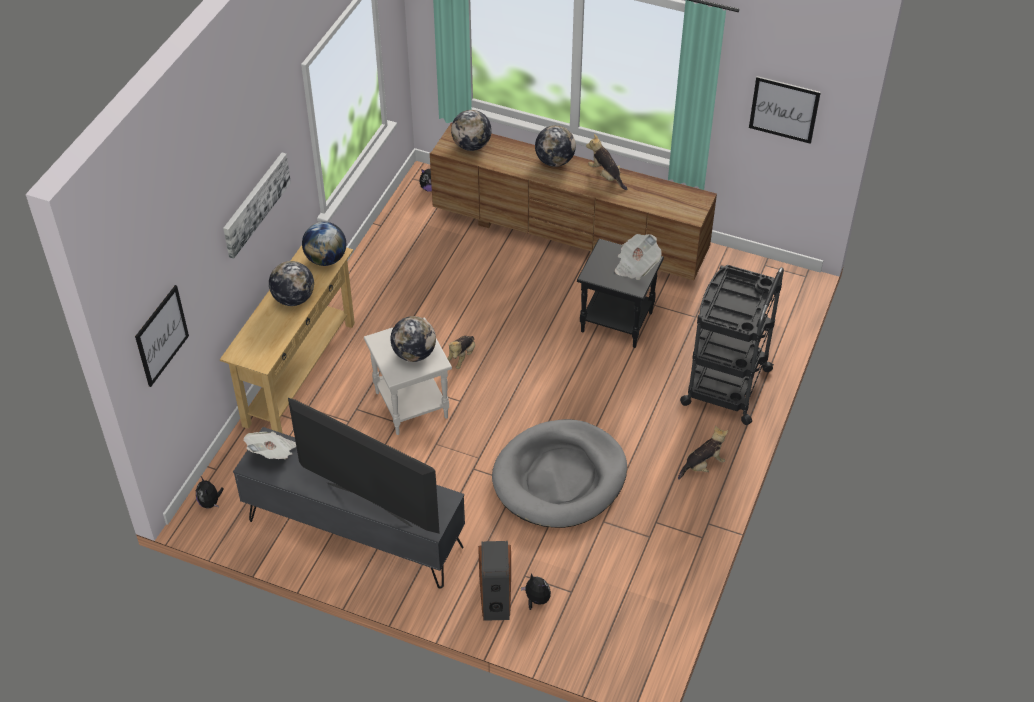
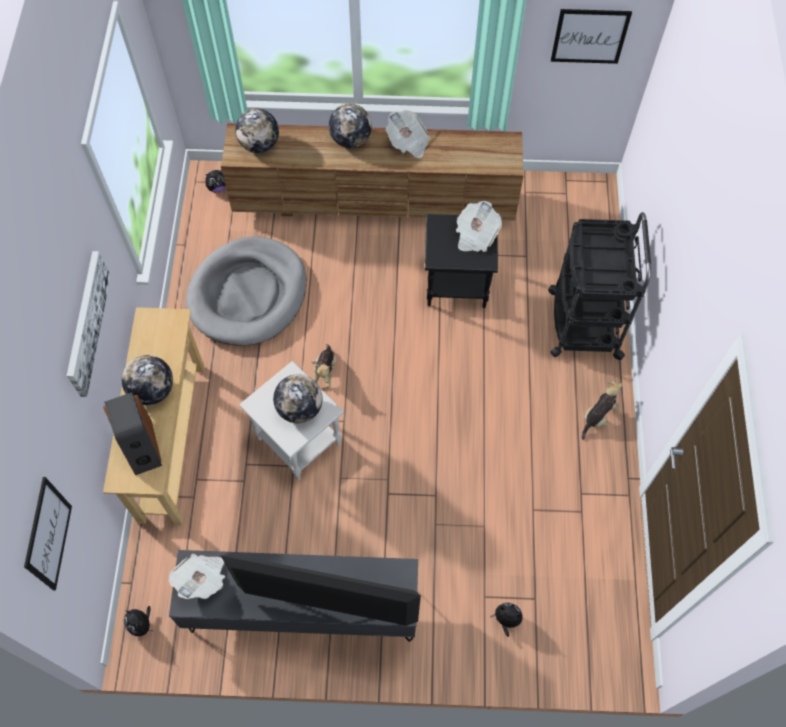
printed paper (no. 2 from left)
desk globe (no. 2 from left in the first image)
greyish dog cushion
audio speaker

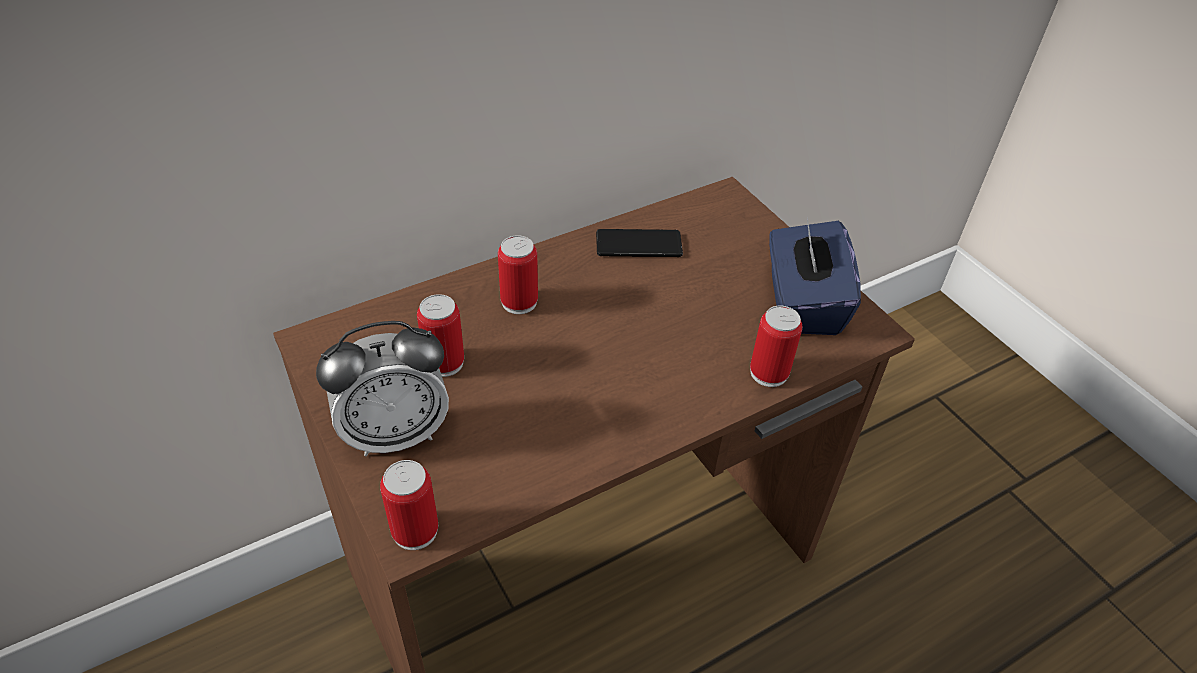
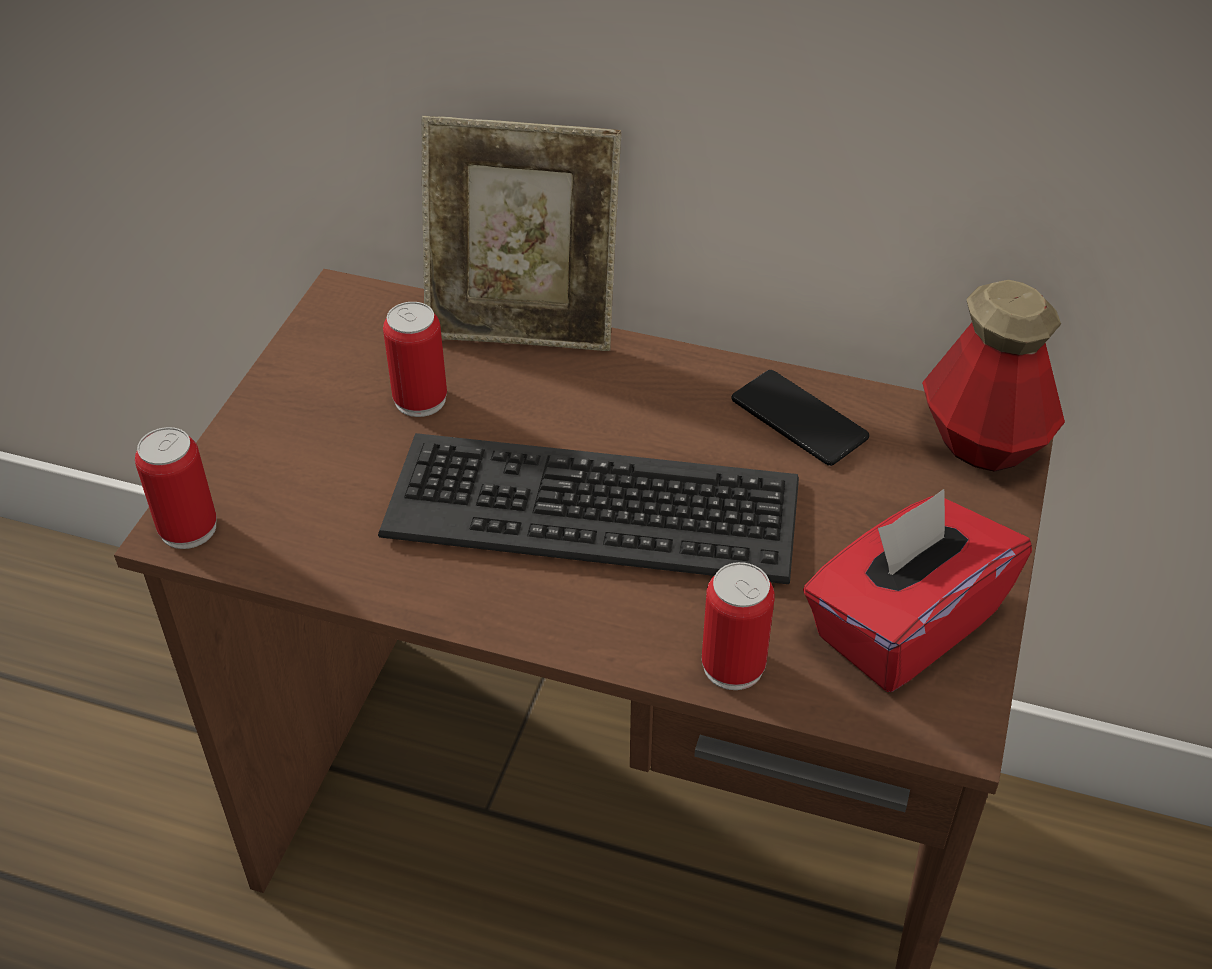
red-coloured tissue box
sealed can (no. 3 from left in the first image)
alarm clock
photo frame
drink bottle
keyboard

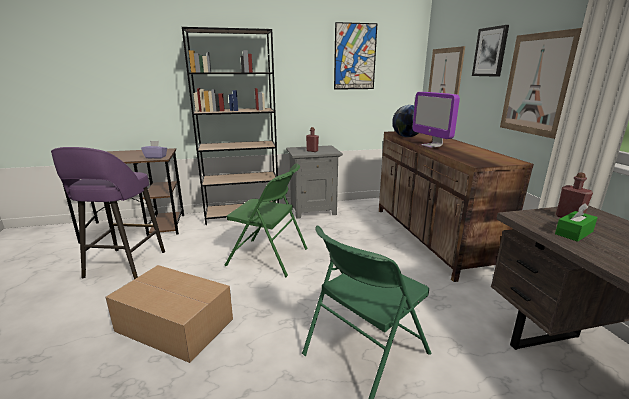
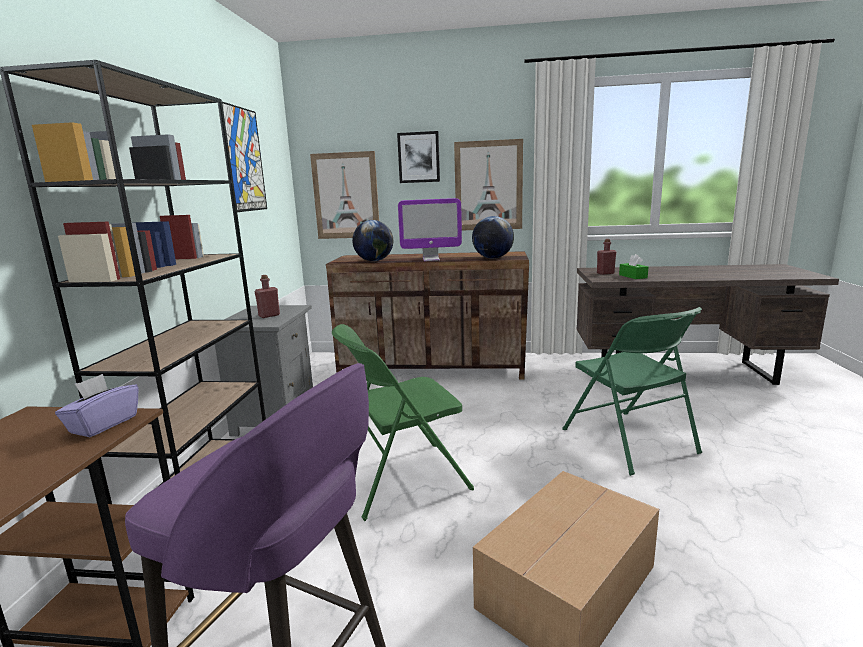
greenish chair (no. 1 from left)
desk globe (no. 2 from left)

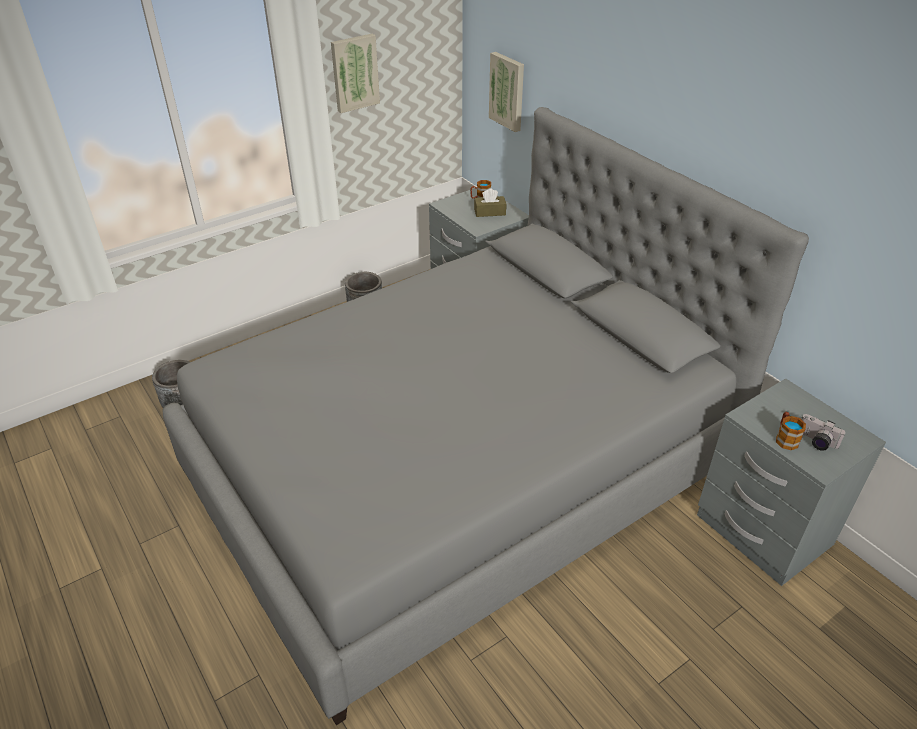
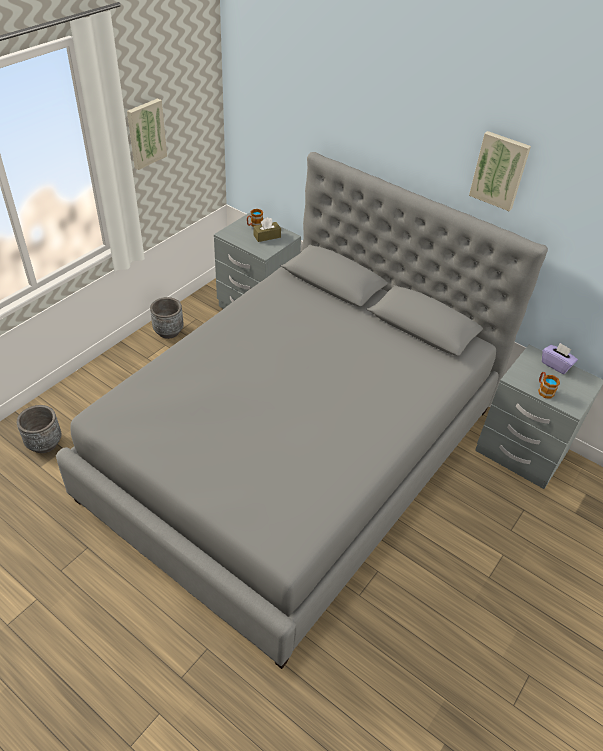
wall picture (no. 2 from left)
still camera
purplish tissue box

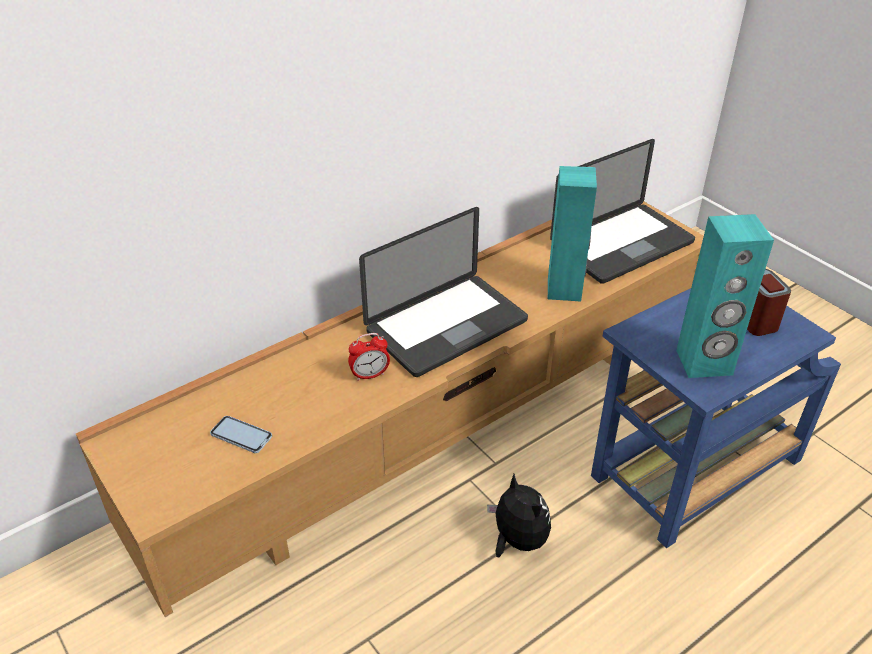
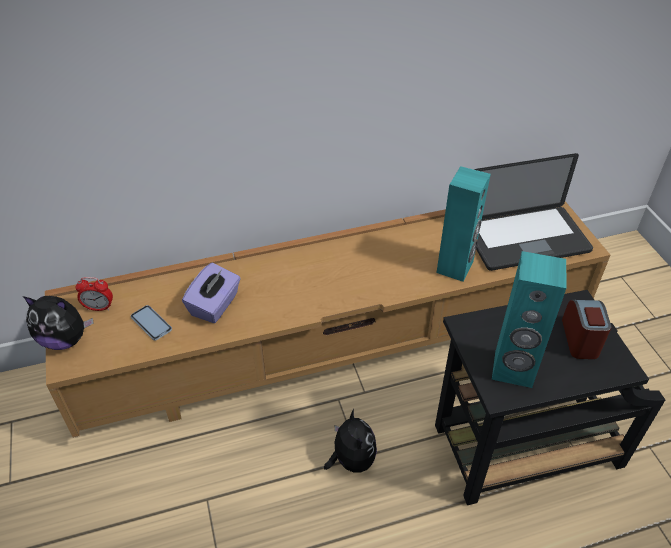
portable computer (no. 1 from left in the first image)
blackish accent table
alarm clock (no. 1 from left)
purplish tissue box
plush toy (no. 1 from left)

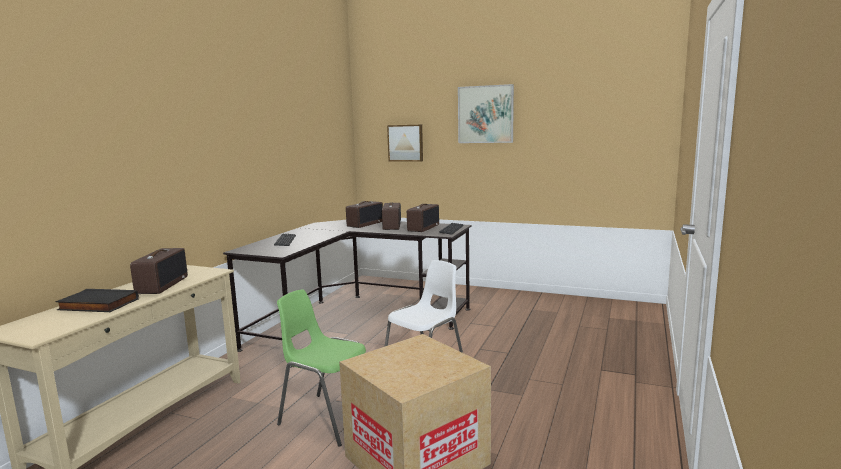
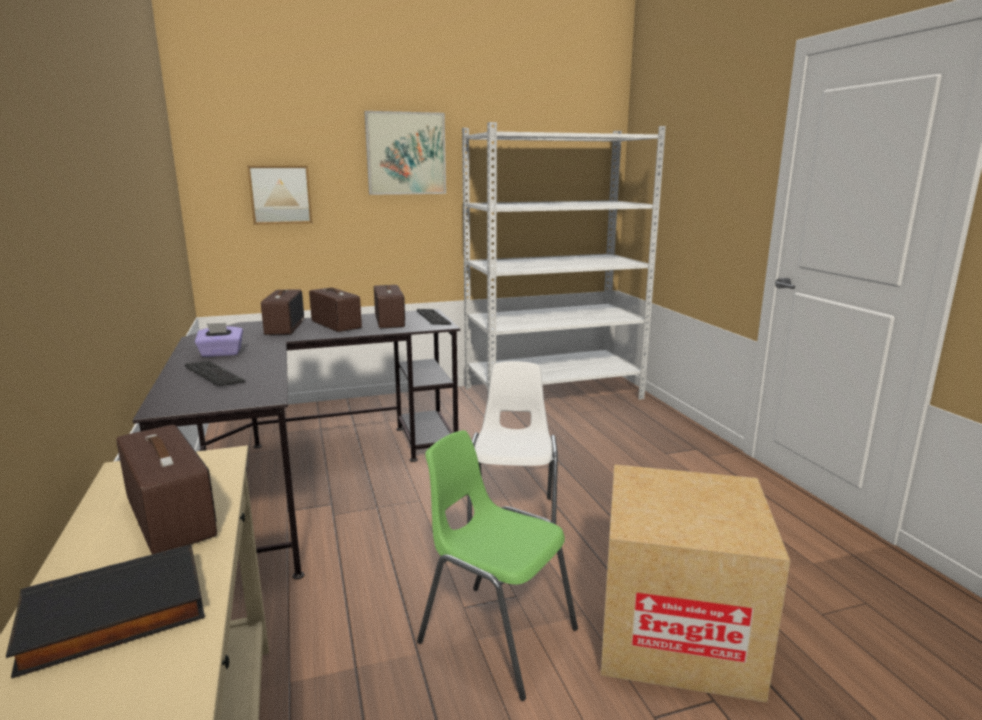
greenish chair
white-coloured bookcase
purplish tissue box

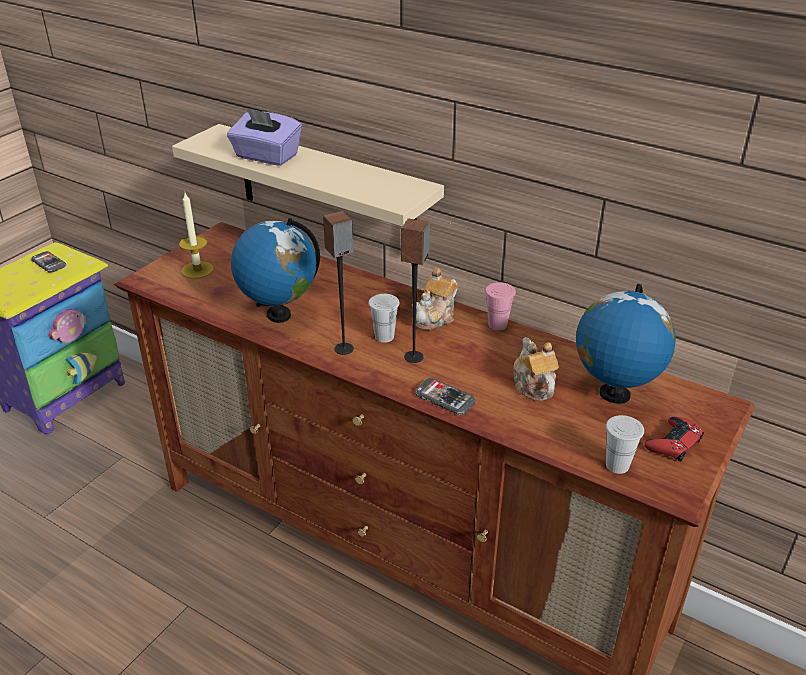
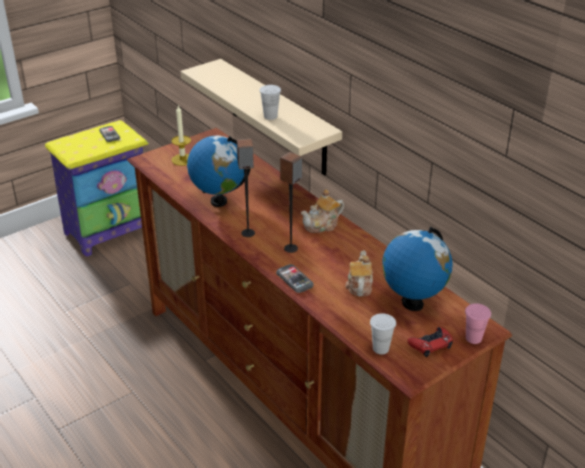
purplish tissue box
pinkish drinking cup
white-coloured drinking cup (no. 1 from left)

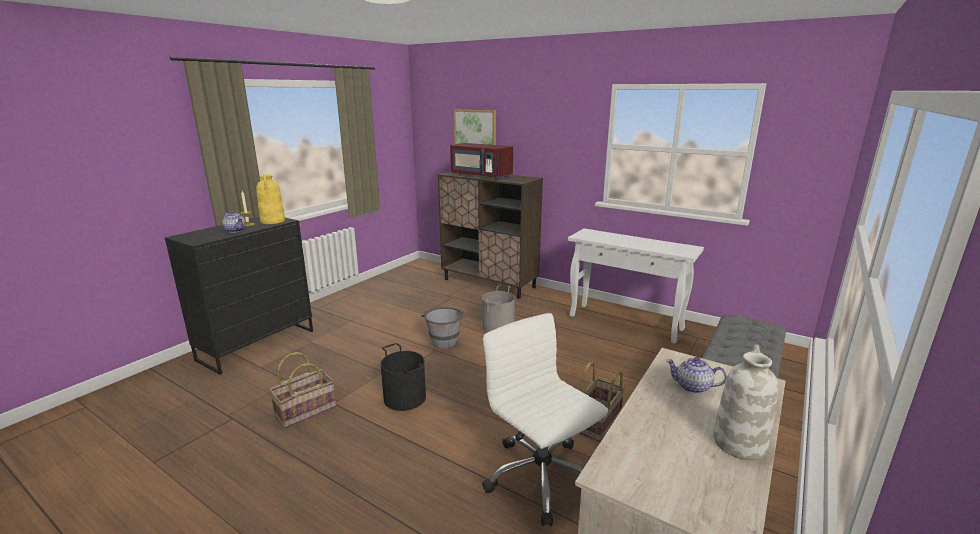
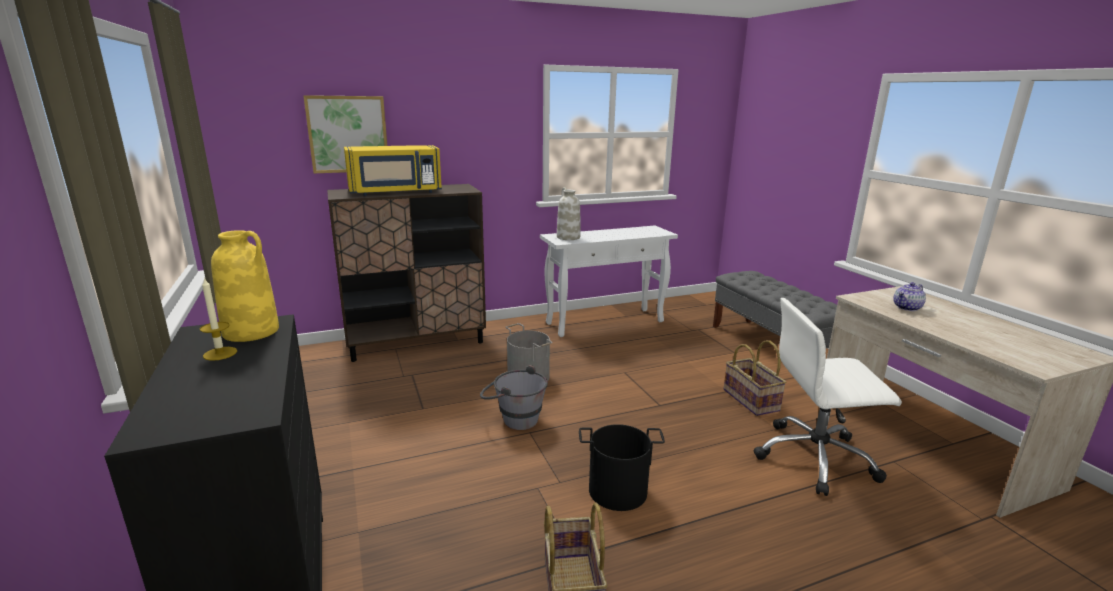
yellow-coloured microwave
pot for tea (no. 1 from left in the first image)
white-coloured decorative vase

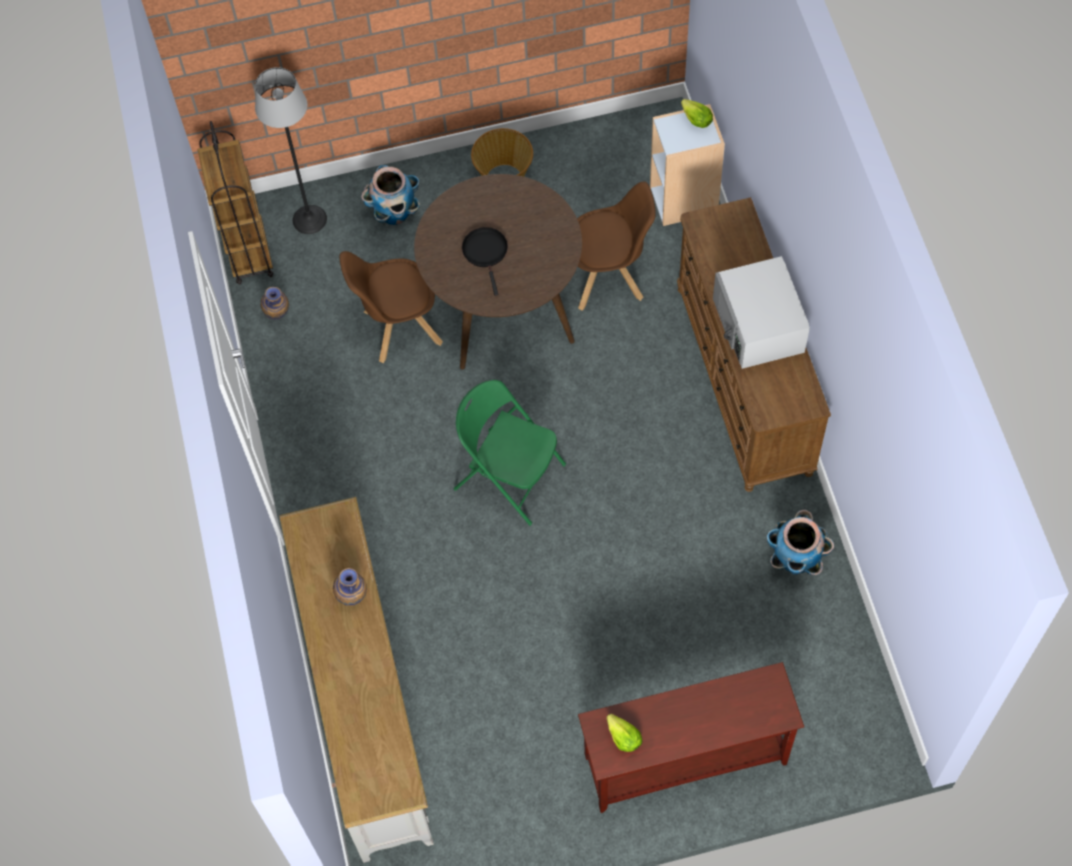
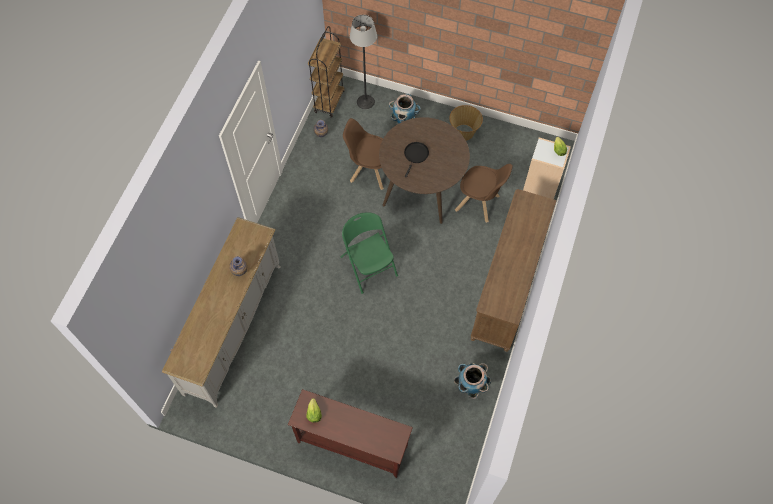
white-coloured microwave

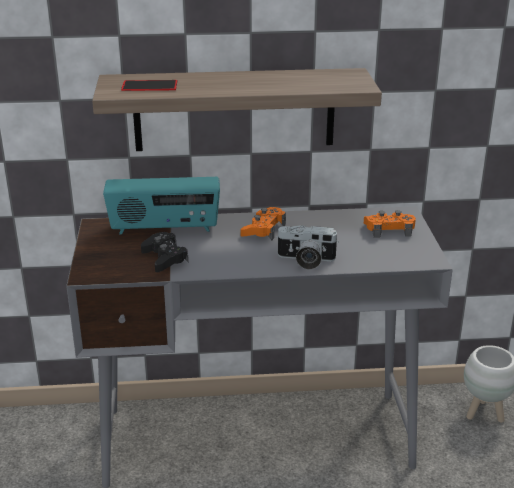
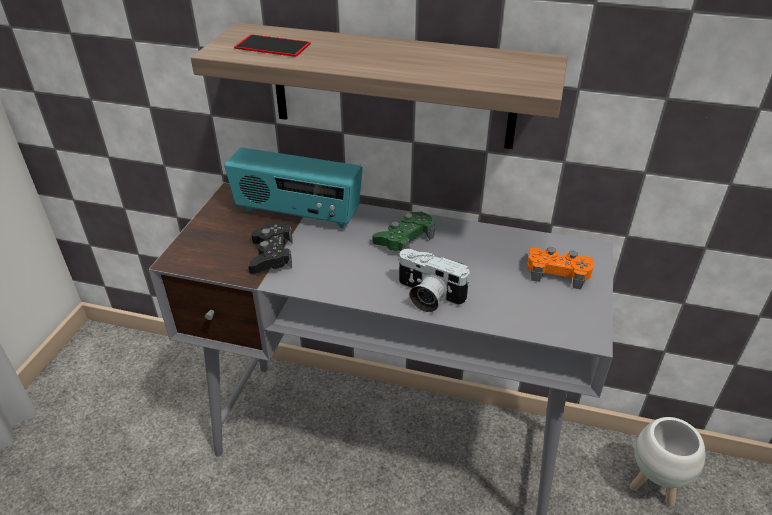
greenish game controller

